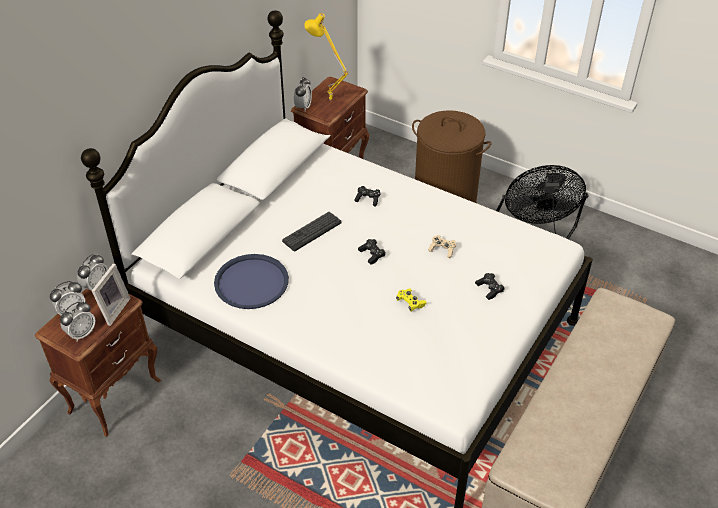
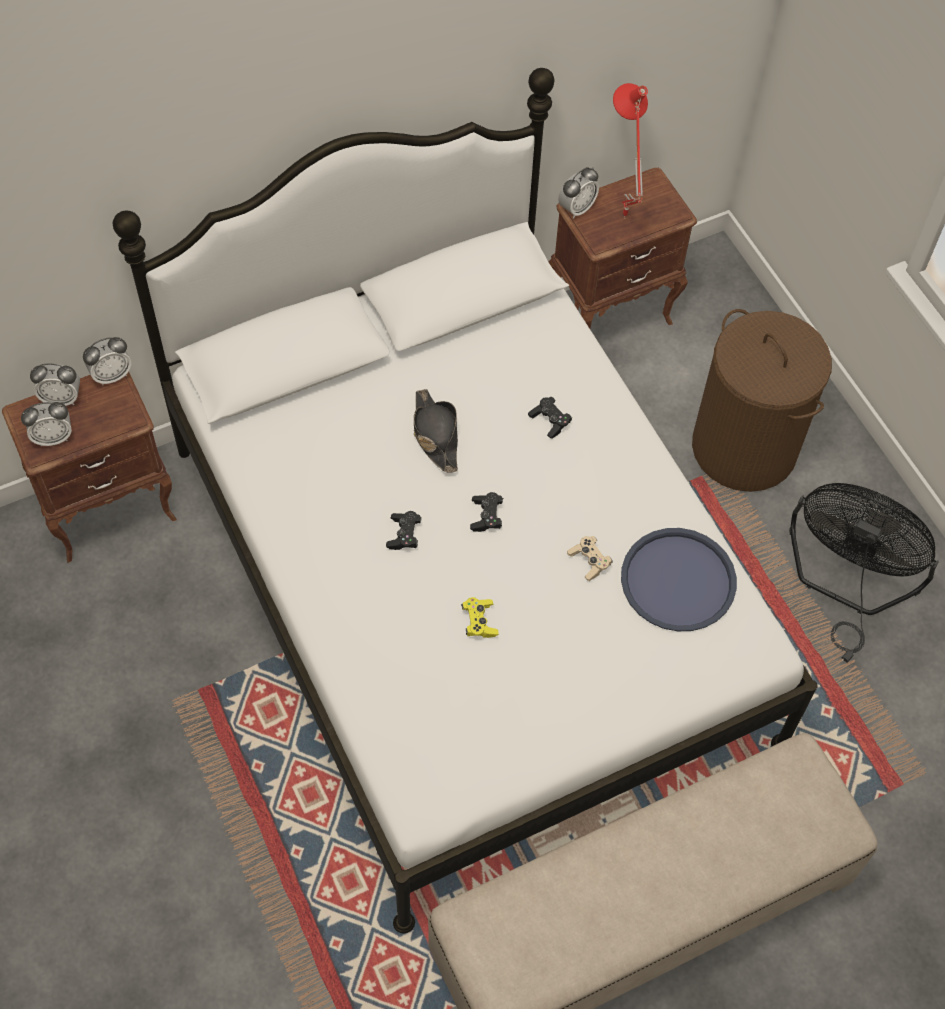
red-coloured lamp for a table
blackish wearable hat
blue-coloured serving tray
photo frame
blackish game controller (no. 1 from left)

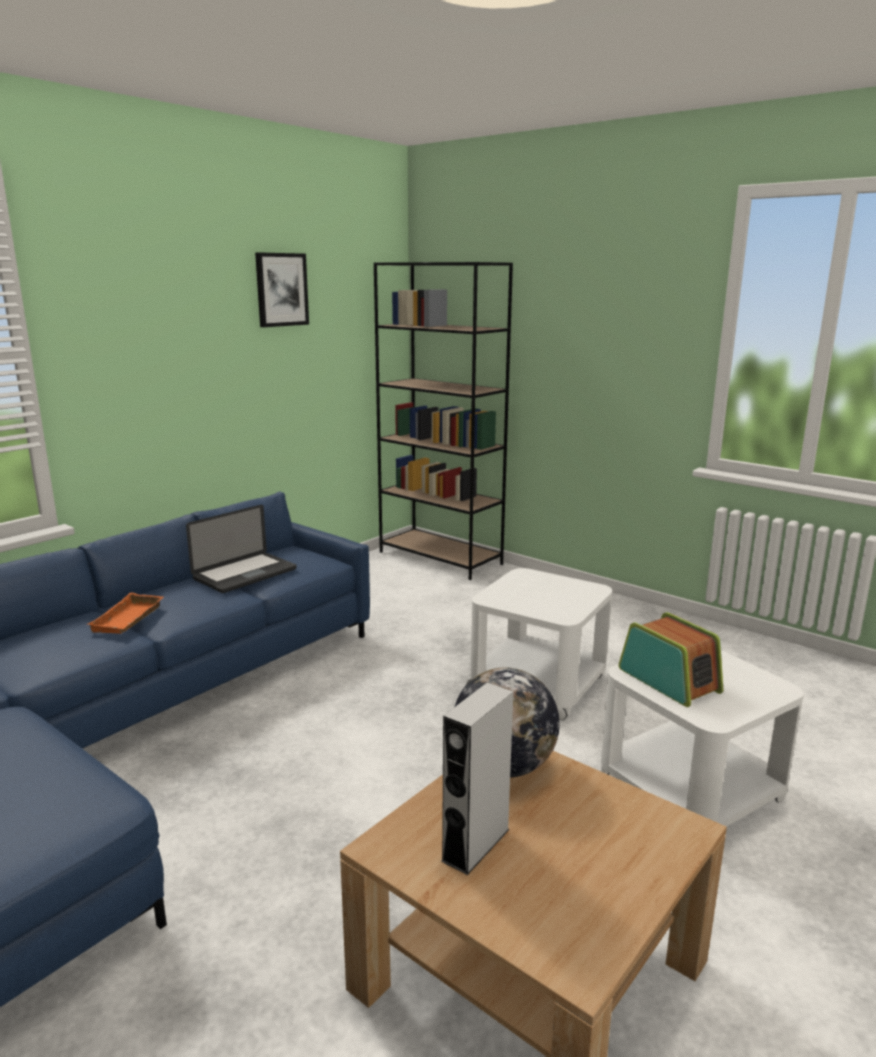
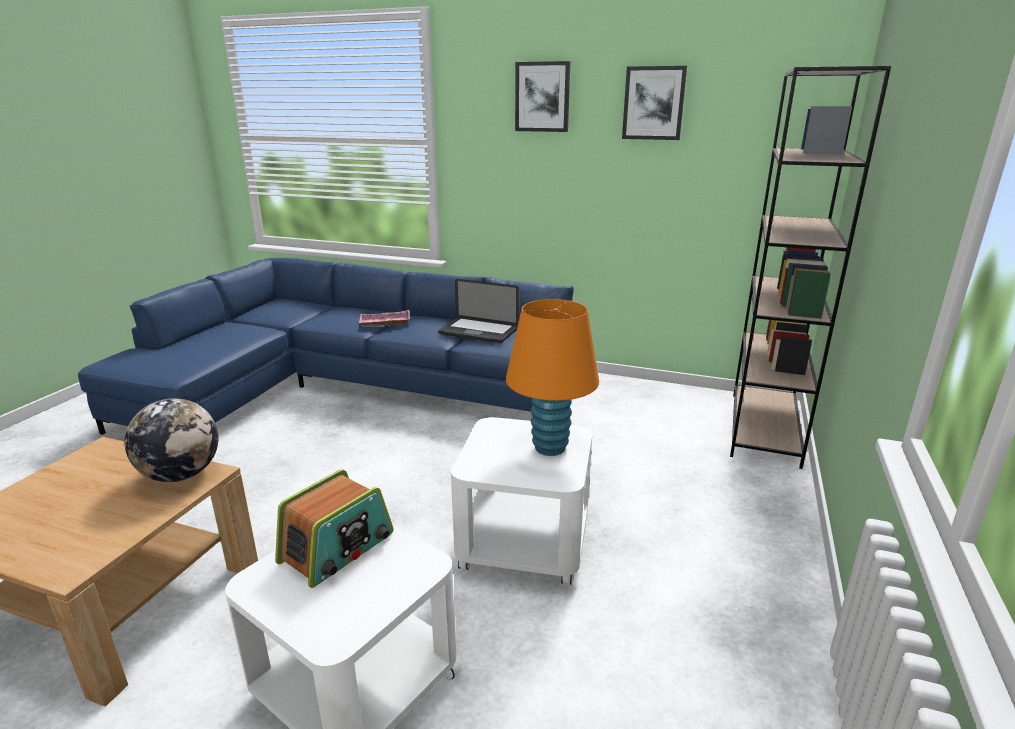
pinkish serving tray
greyish audio speaker
wall picture (no. 1 from left)
orange-coloured lamp for a table

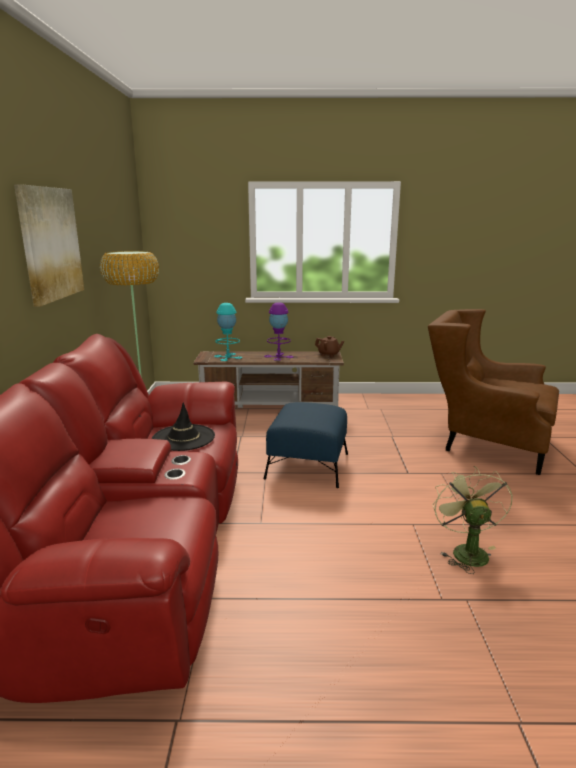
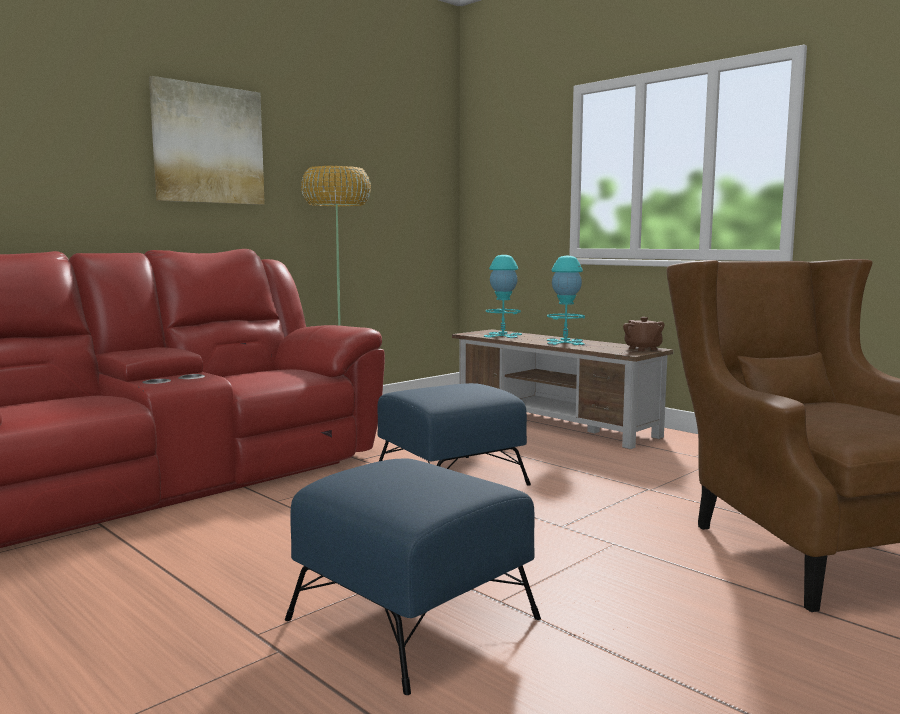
turquoise-coloured lamp for a table (no. 2 from left)
blackish wearable hat
blue-coloured footrest (no. 1 from left)

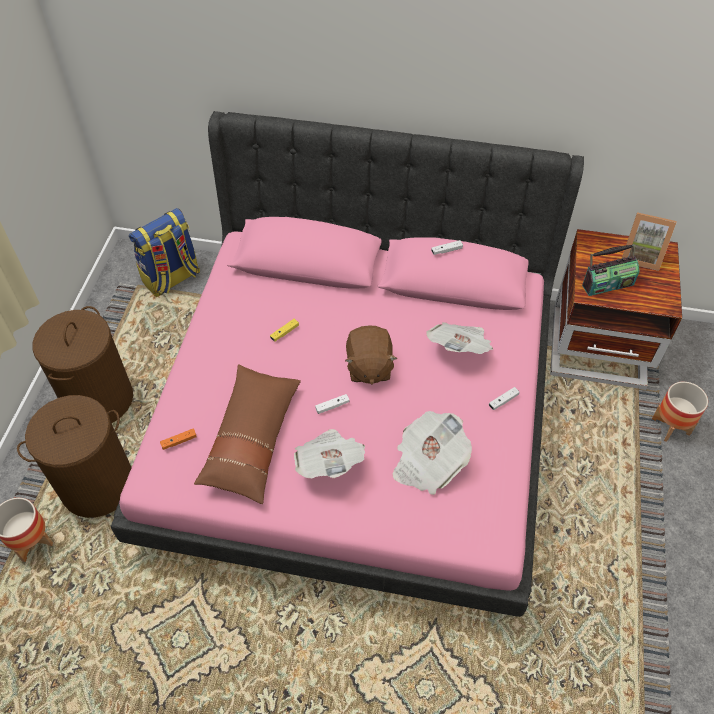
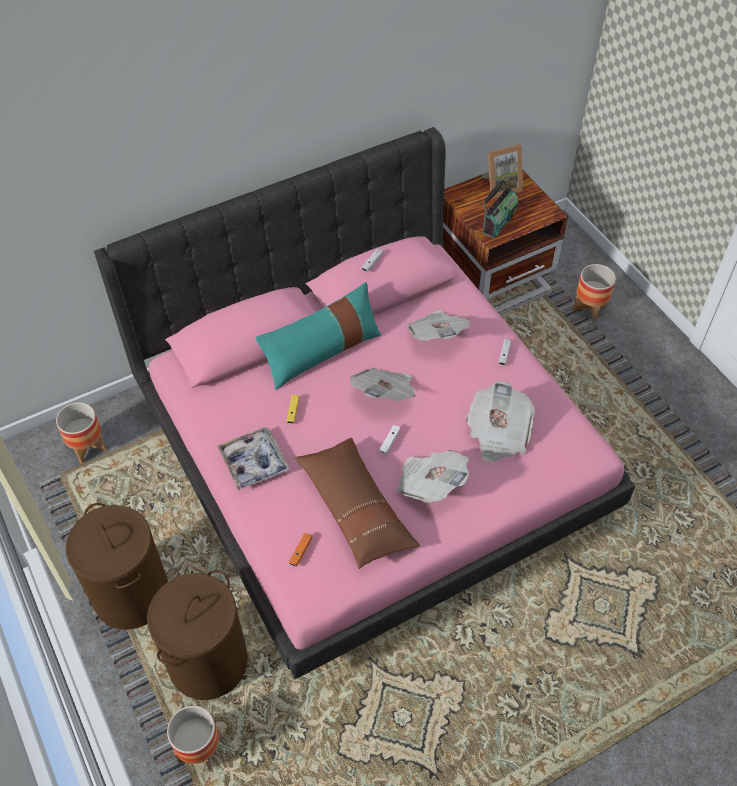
planter (no. 1 from left)
printed paper (no. 1 from left)
turquoise-coloured cushion
serving tray

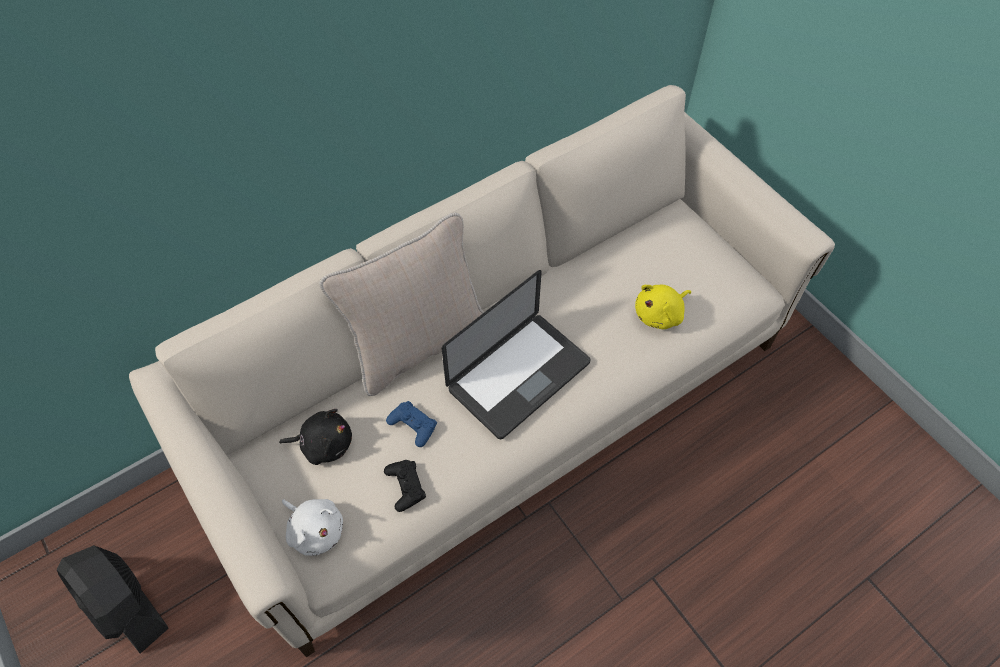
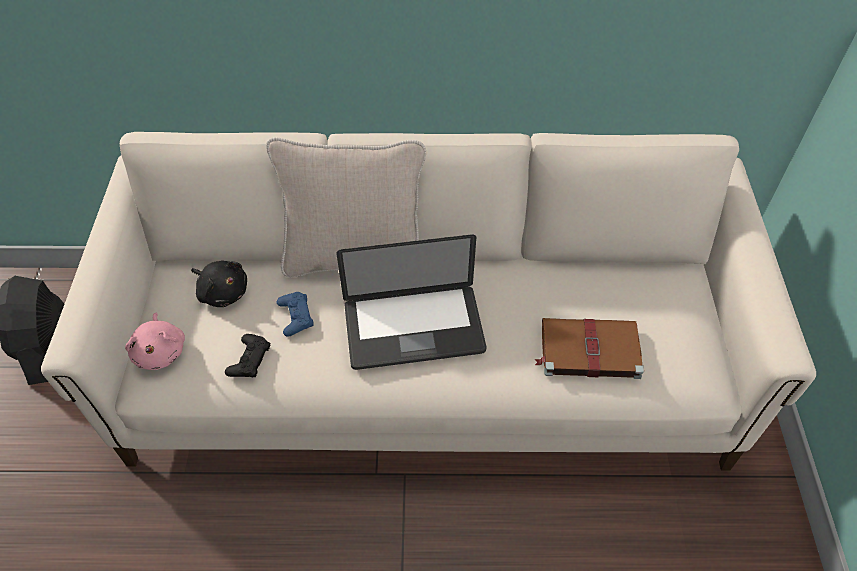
brown volume
pinkish plush toy

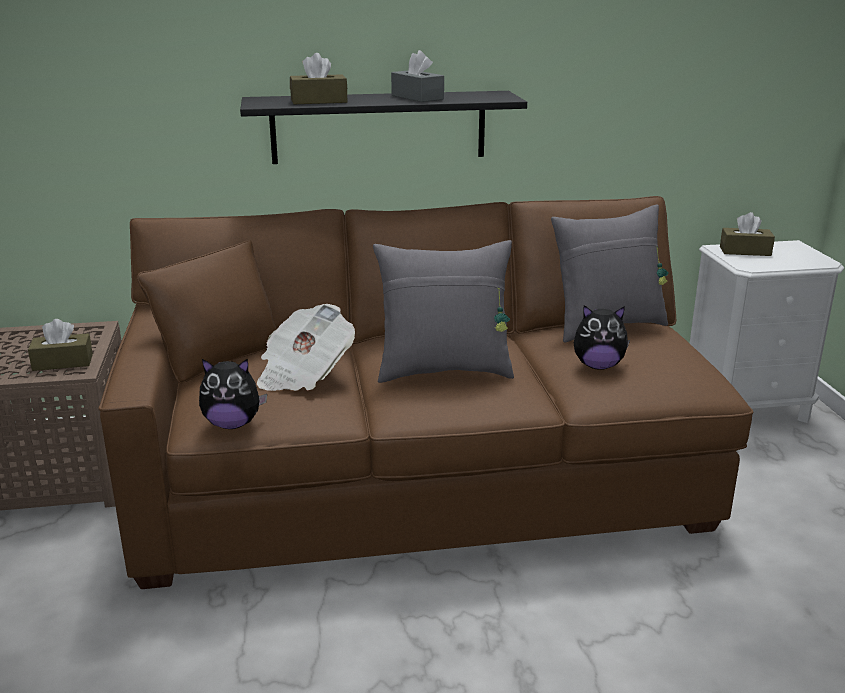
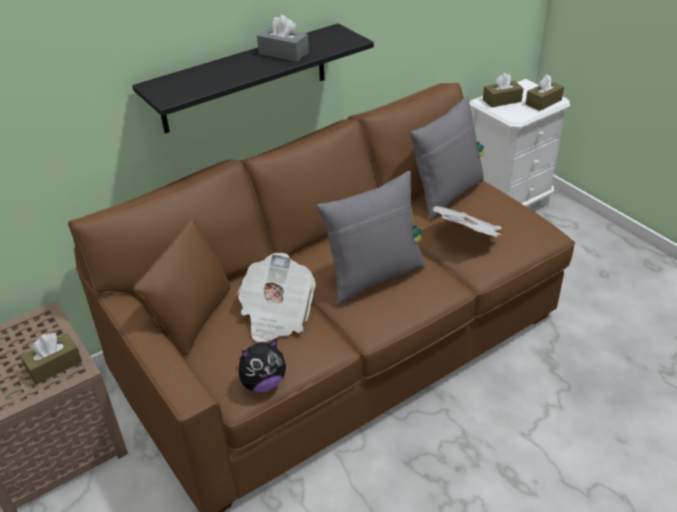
brown tissue box (no. 3 from left)
printed paper (no. 2 from left)

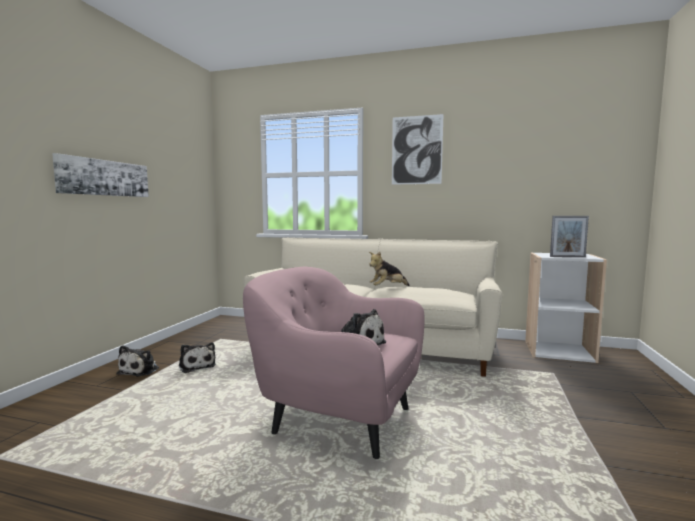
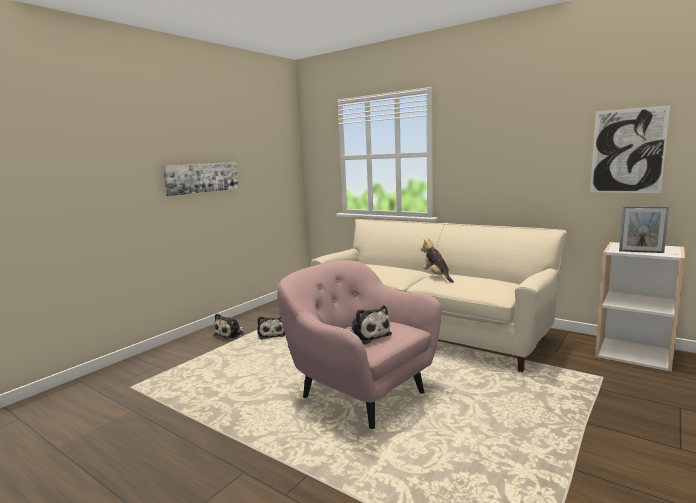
wall picture (no. 2 from left)
plush toy (no. 4 from left)

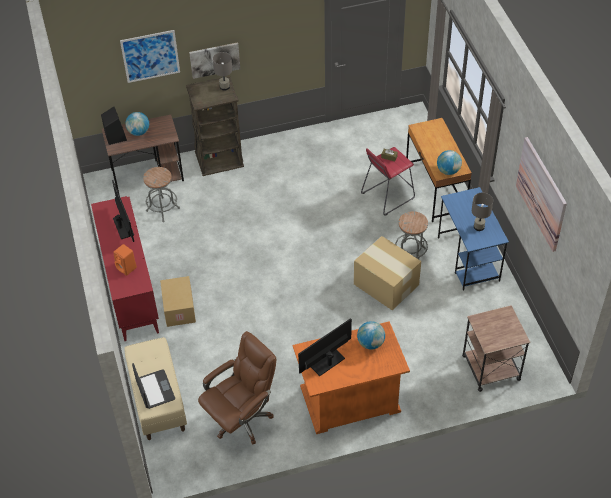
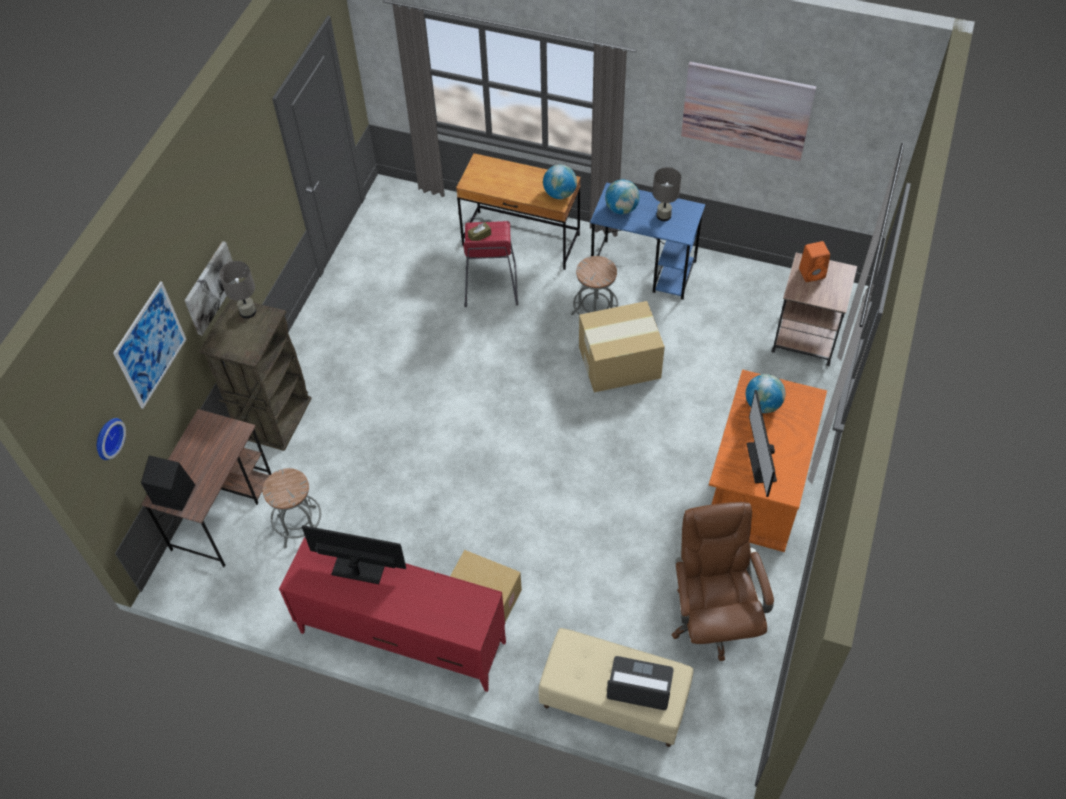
desk globe (no. 2 from left)
orange-coloured audio speaker
hanging clock

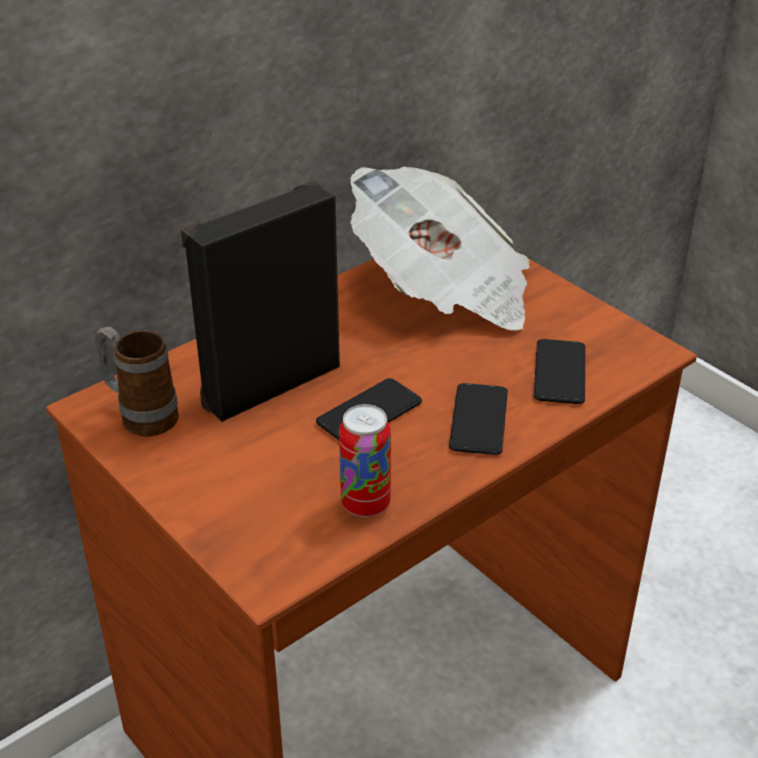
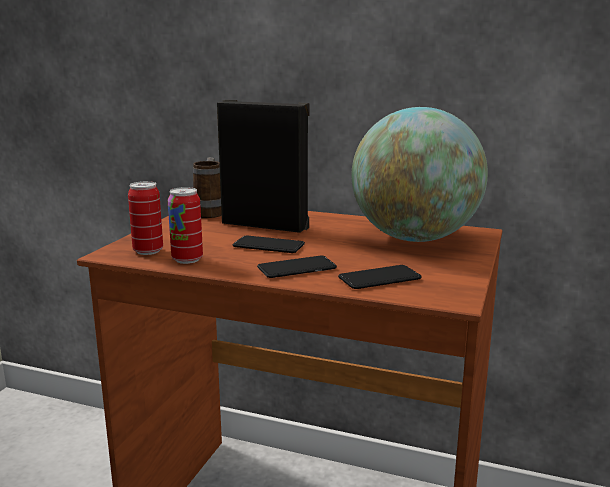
desk globe
sealed can (no. 1 from left)

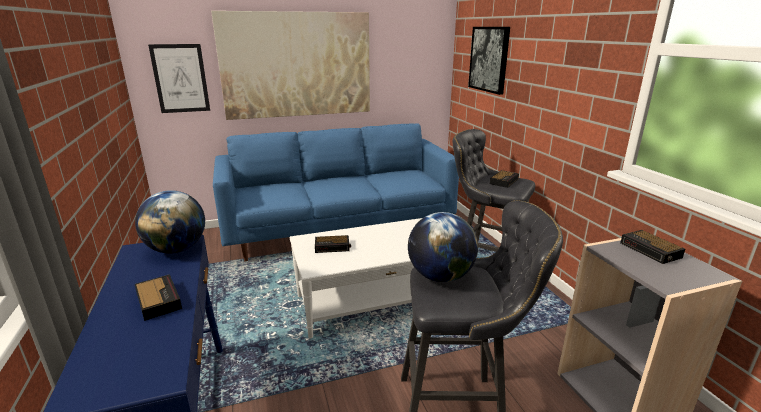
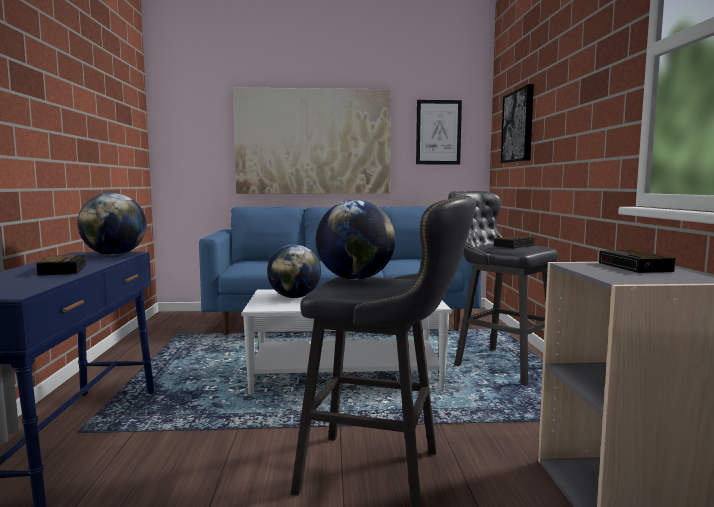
wall picture (no. 2 from left)
desk globe (no. 2 from left)

